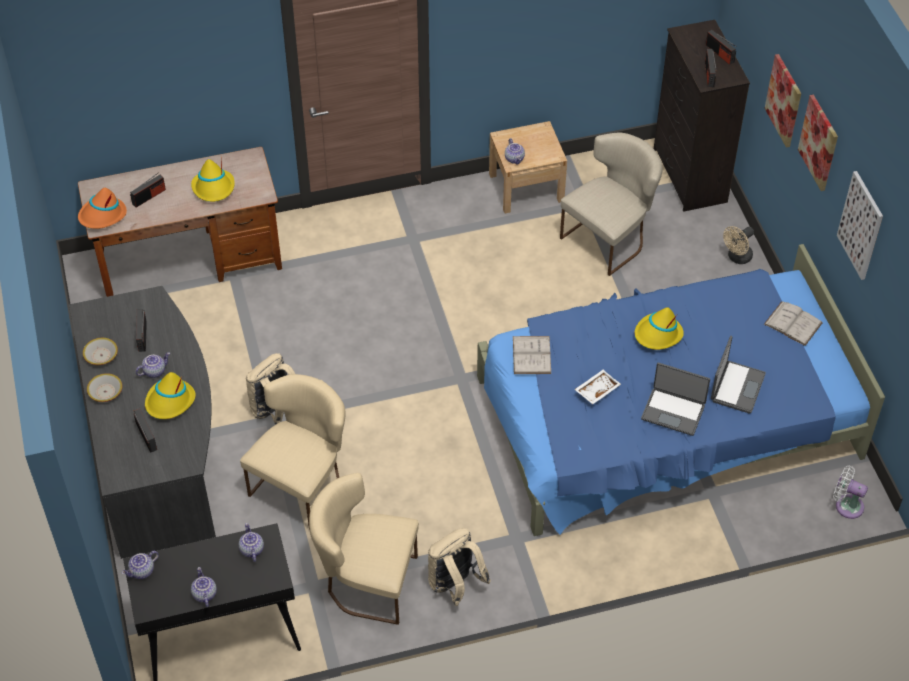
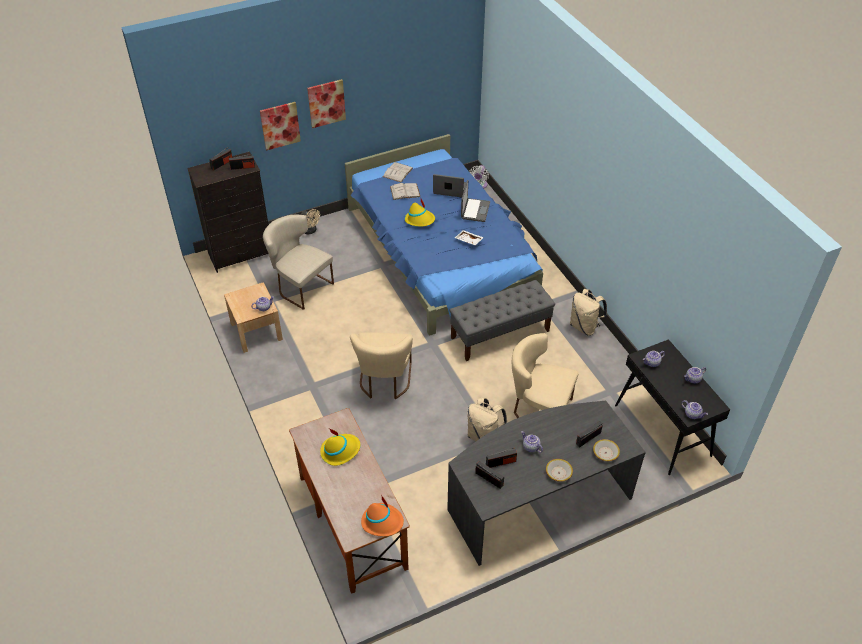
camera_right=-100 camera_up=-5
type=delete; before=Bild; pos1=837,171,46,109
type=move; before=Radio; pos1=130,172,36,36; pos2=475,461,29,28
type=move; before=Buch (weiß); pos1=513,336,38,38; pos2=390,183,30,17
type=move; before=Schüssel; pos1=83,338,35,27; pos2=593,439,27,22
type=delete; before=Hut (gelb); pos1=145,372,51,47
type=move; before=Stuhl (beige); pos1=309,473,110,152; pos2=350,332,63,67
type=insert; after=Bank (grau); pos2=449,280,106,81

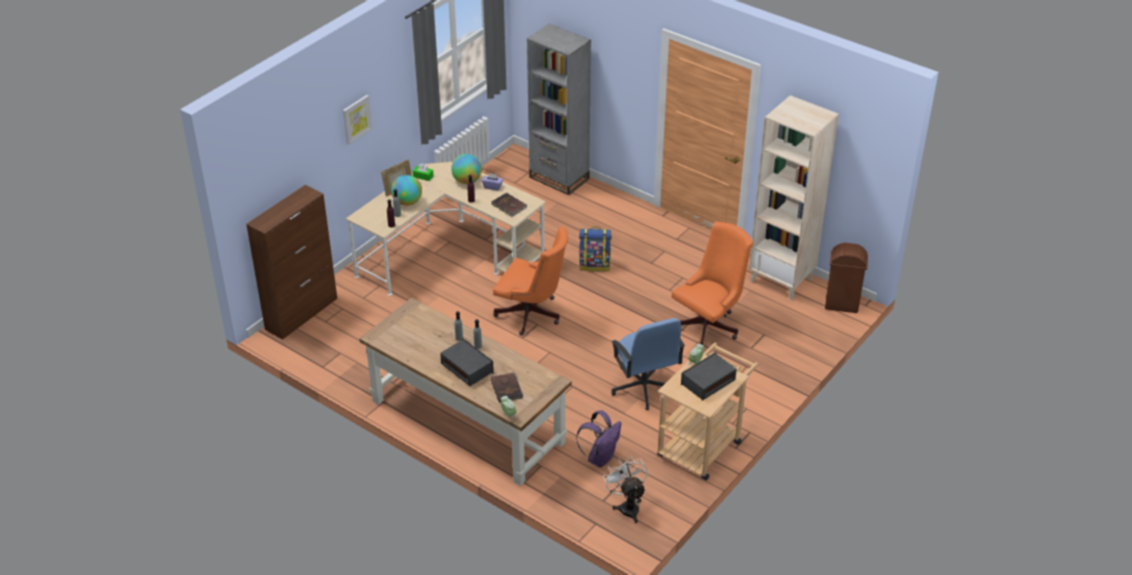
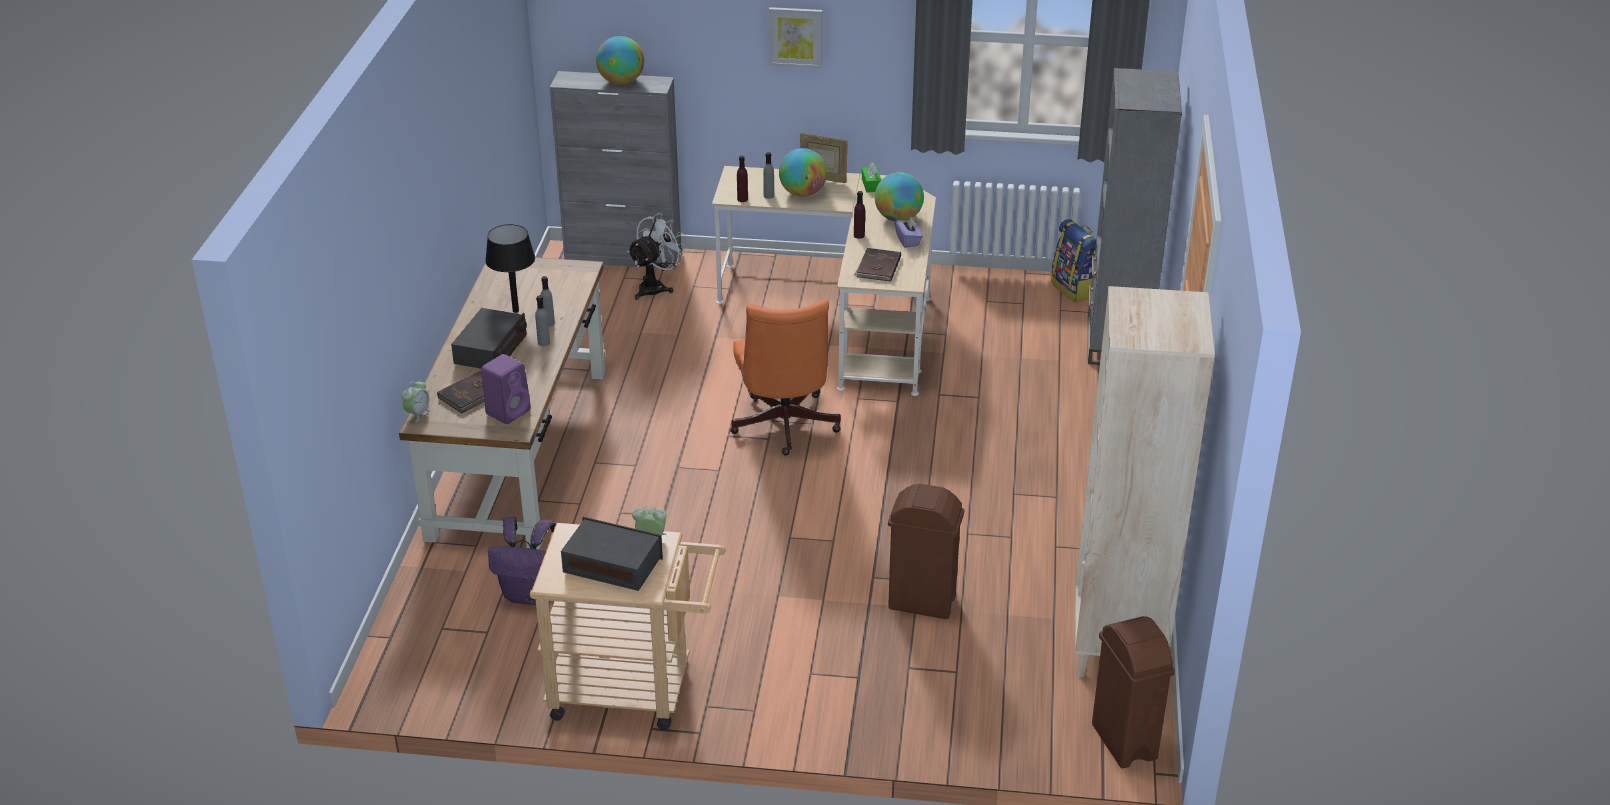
camera_right=60 camera_up=-5
type=recolor; before=Schrank (braun); after=Schrank (grau); pos1=246,185,91,155; pos2=550,71,132,198
type=replace; before=Bürostuhl (orange); after=Mülleimer (braun); pos1=671,222,82,123; pos2=888,484,76,135
type=move; before=Rucksack; pos1=579,226,33,46; pos2=1051,219,45,83
type=delete; before=Bürostuhl (blau); pos1=611,318,74,92
type=move; before=Ventilator (weiß); pos1=603,455,45,68; pos2=627,213,60,87
type=insert; after=Globus; pos2=596,36,48,49
type=insert; after=Tischlampe (schwarz); pos2=485,224,50,89
type=insert; after=Lautsprecher (lila); pos2=481,354,50,70

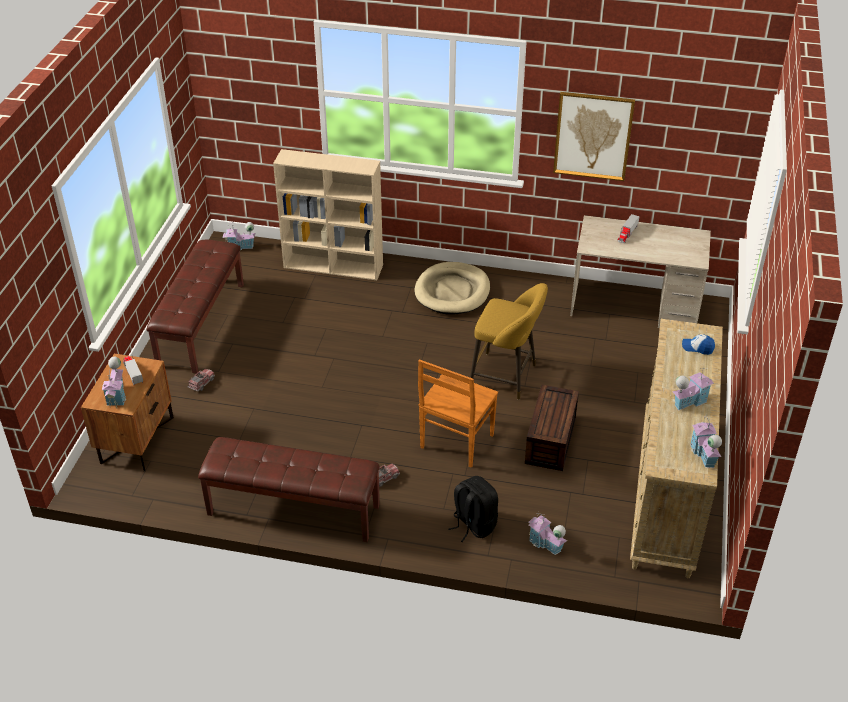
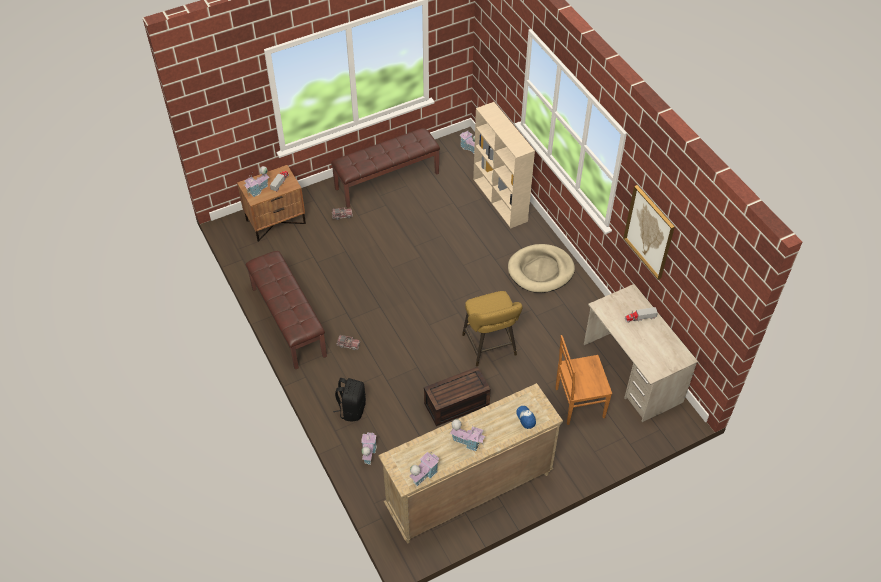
camera_right=50 camera_up=10
type=move; before=Stuhl (braun); pos1=418,360,80,108; pos2=555,335,58,90

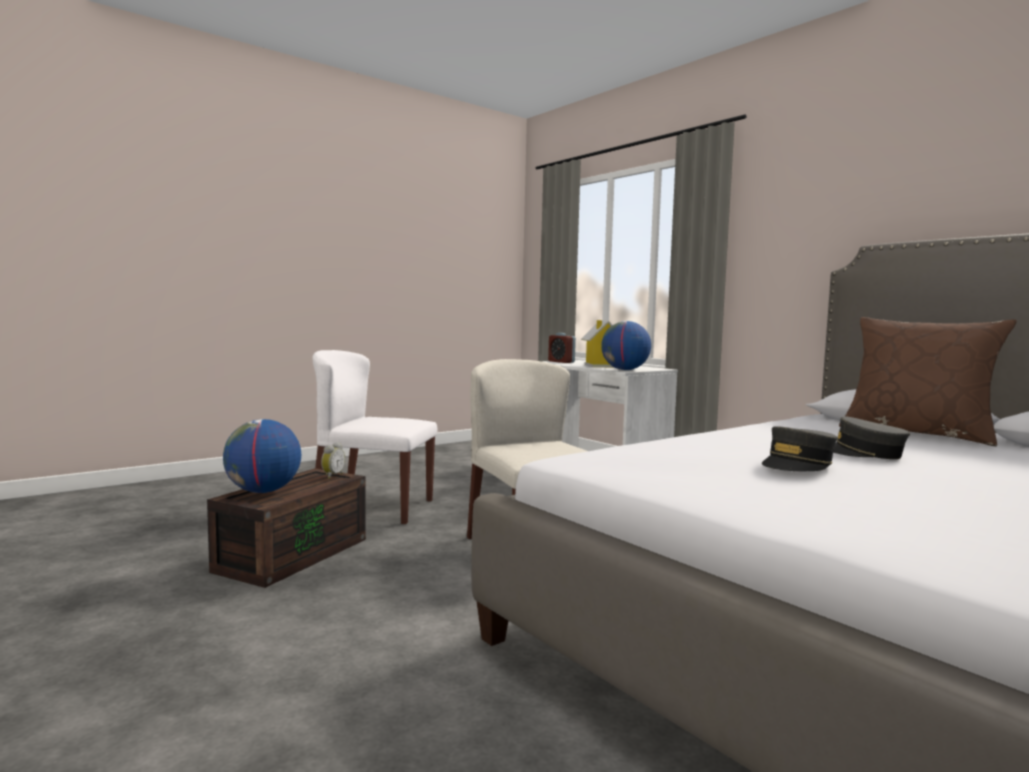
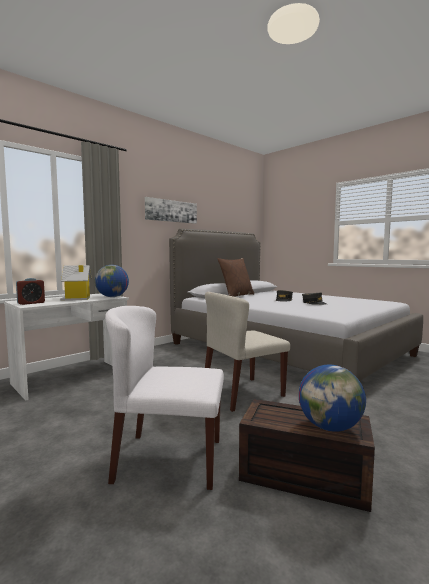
camera_right=-95 camera_up=0
type=rotate; before=Stuhl (weiß); pos1=312,350,125,174; pos2=105,306,119,184; turn=90
type=delete; before=Wecker; pos1=321,442,24,37
type=insert; after=Bild; pos2=145,197,52,27

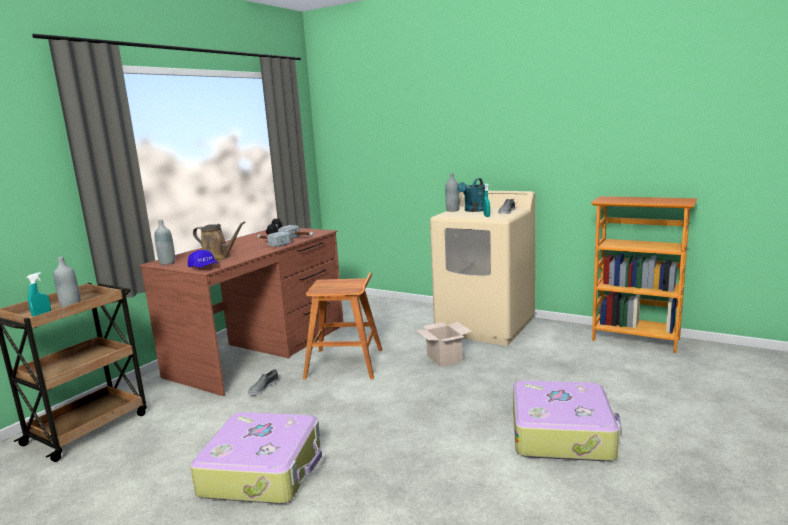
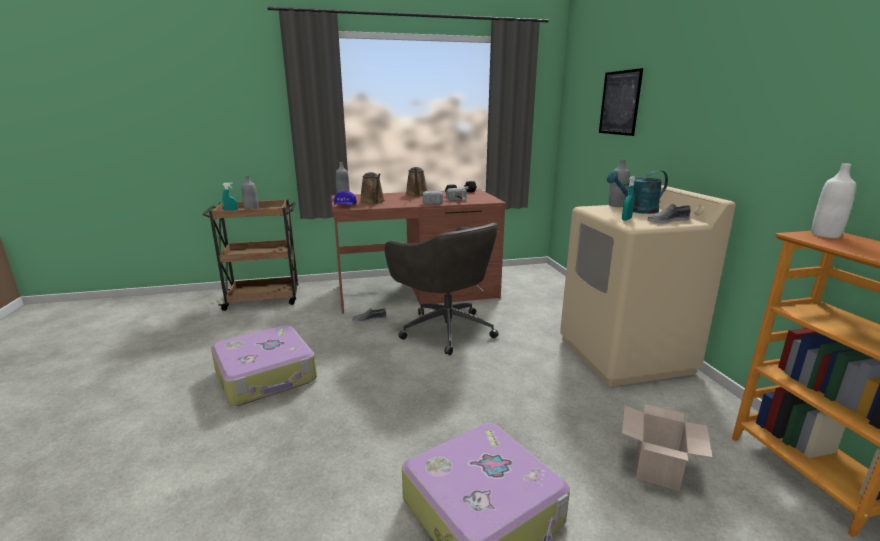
camera_right=45 camera_up=5
type=replace; before=Hocker (braun); after=Bürostuhl (grau); pos1=303,273,79,107; pos2=385,223,114,132
type=move; before=Karton; pos1=416,322,56,45; pos2=622,404,90,87
type=insert; after=Bild; pos2=599,68,44,68
type=insert; after=Flasche (weiß); pos2=811,163,45,75
type=insert; after=Gießkanne (braun); pos2=405,167,22,29

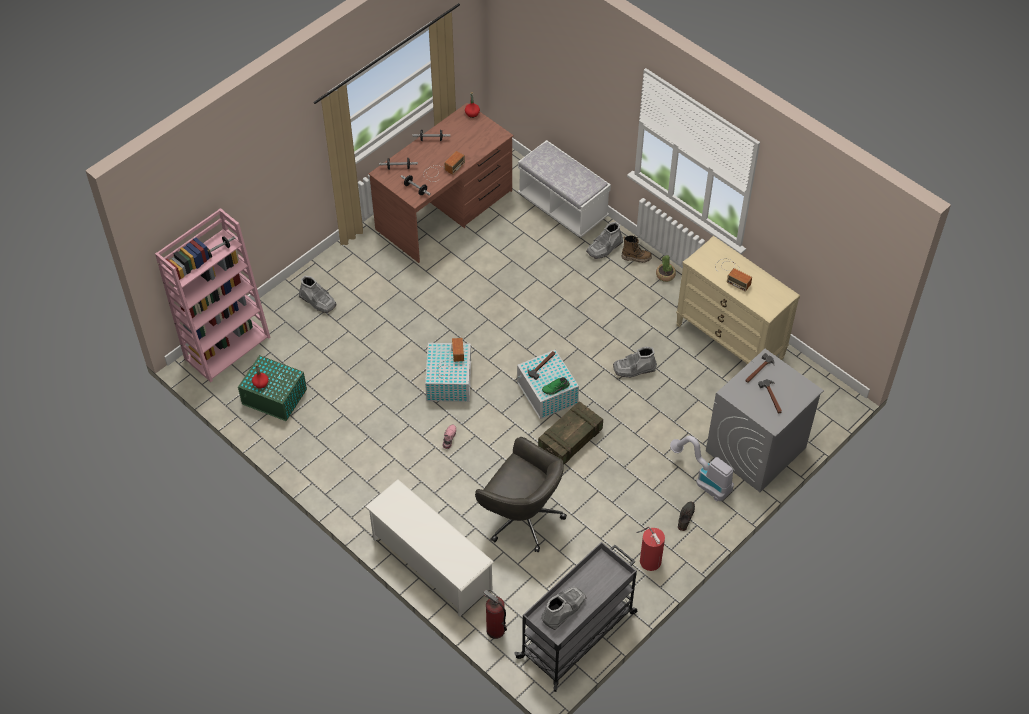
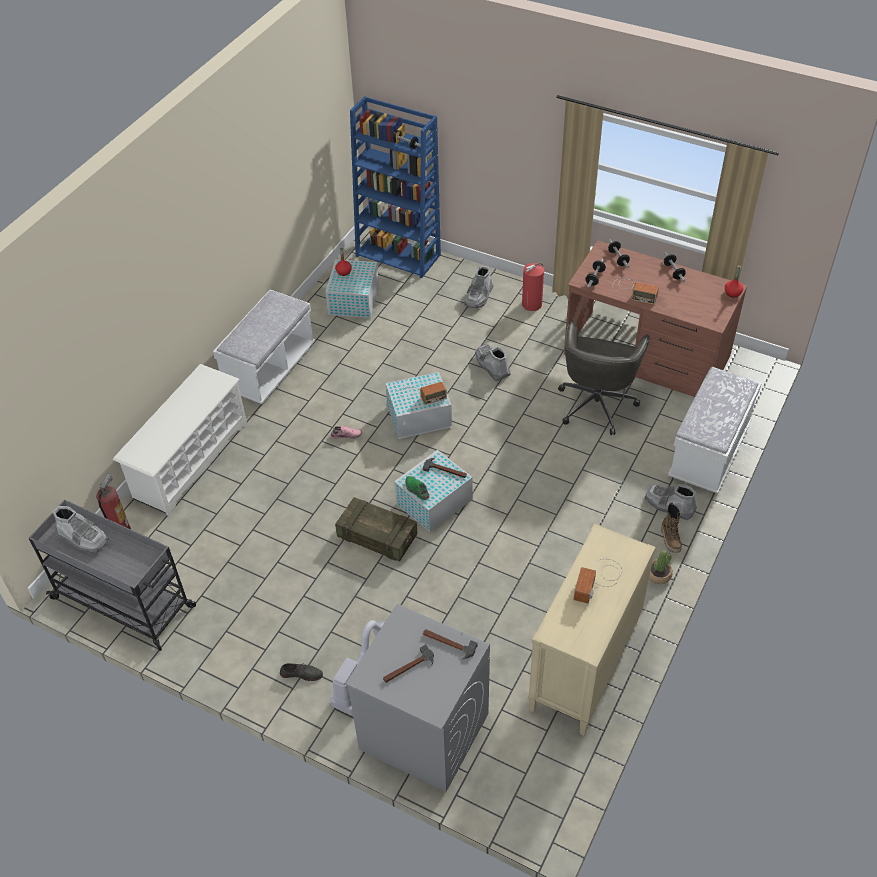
camera_right=75 camera_up=-5
type=recolor; before=Bücherregal (rosa); after=Bücherregal (blau); pos1=155,208,115,174; pos2=350,96,91,182
type=move; before=Stiefel (grau); pos1=613,346,44,31; pos2=475,344,36,37
type=recolor; before=Aufbewahrungsbox (grün); after=Aufbewahrungsbox (weiß); pos1=238,355,69,66; pos2=325,259,54,59
type=move; before=Bürostuhl (grau); pos1=475,437,92,116; pos2=558,321,92,114
type=move; before=Feuerlöscher; pos1=636,527,29,44; pos2=522,263,22,48
type=insert; after=Bank (weiß); pos2=213,290,102,114

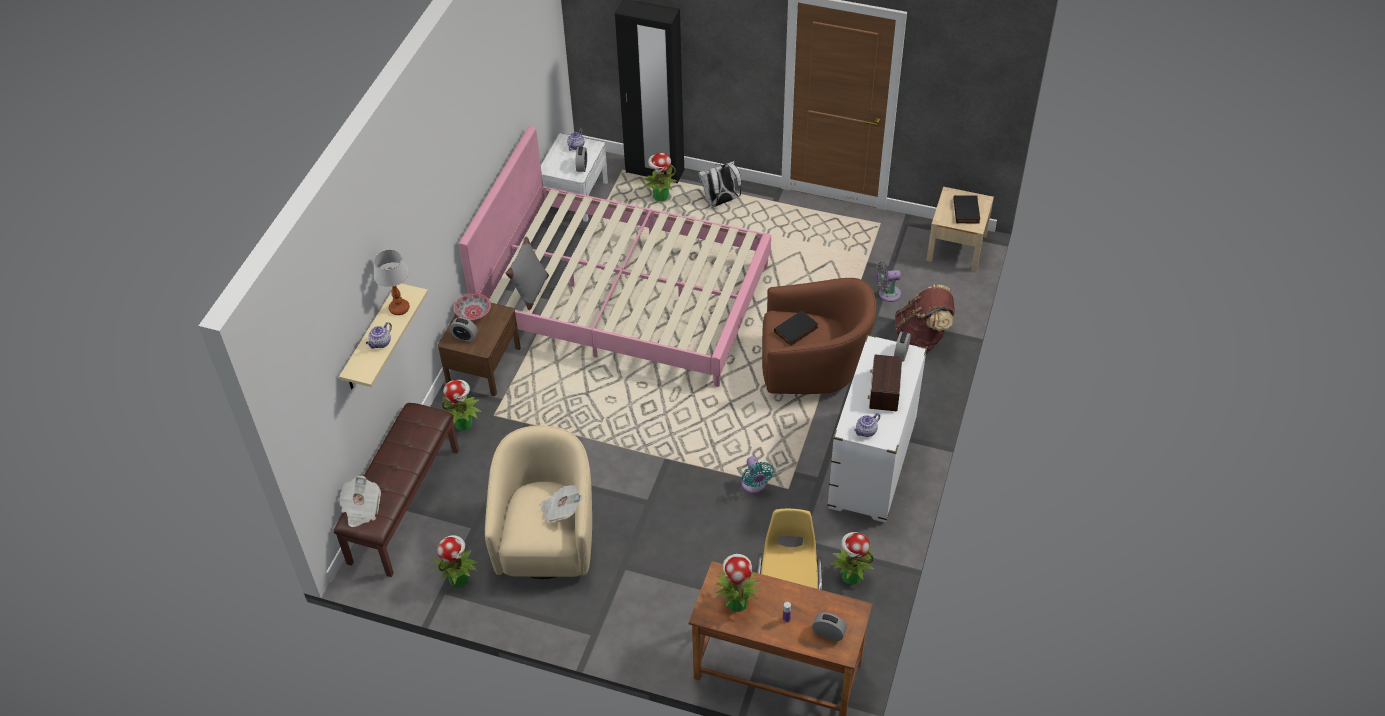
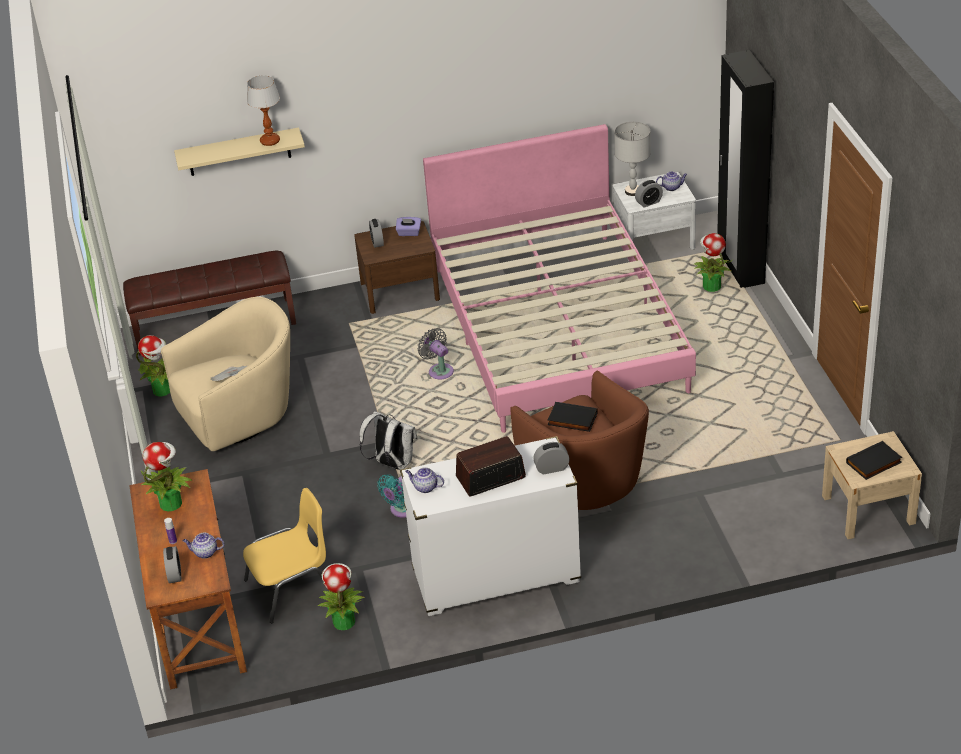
camera_right=60 camera_up=-10
type=move; before=Rucksack (weiß); pos1=698,161,43,46; pos2=359,411,58,59
type=delete; before=Kissen (grau); pos1=505,237,44,73
type=move; before=Ventilator (grau); pos1=876,262,25,40; pos2=417,328,37,51
type=delete; before=Rucksack (braun); pos1=895,284,60,67
type=replace; before=Schüssel; after=Taschentuchbox (lila); pos1=454,293,37,27; pos2=396,217,25,19
type=move; before=Teekanne; pos1=366,322,26,27; pos2=183,533,41,26
type=delete; before=Topfpflanze; pos1=442,380,39,51
type=delete; before=Zeitung; pos1=339,476,42,51
type=insert; after=Tischlampe (grau); pos2=614,122,37,74

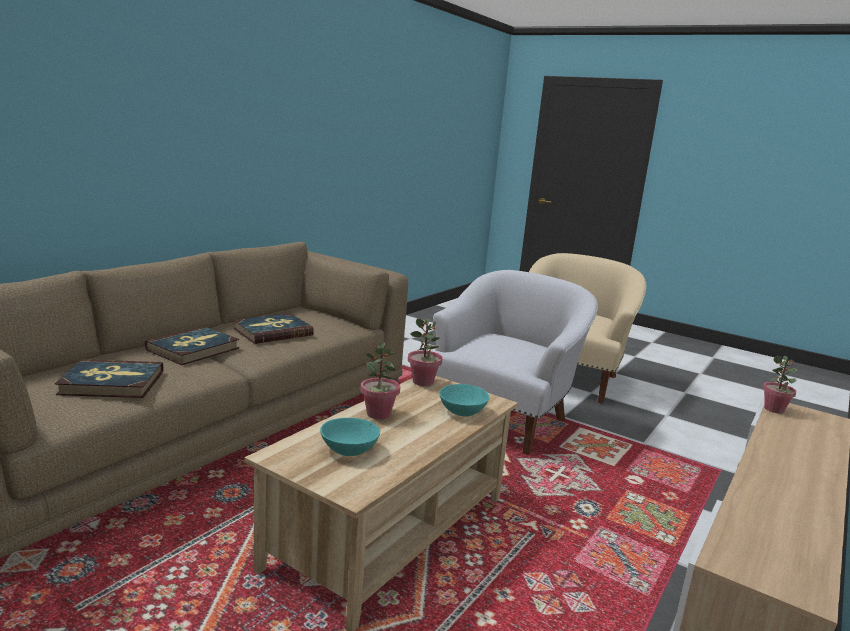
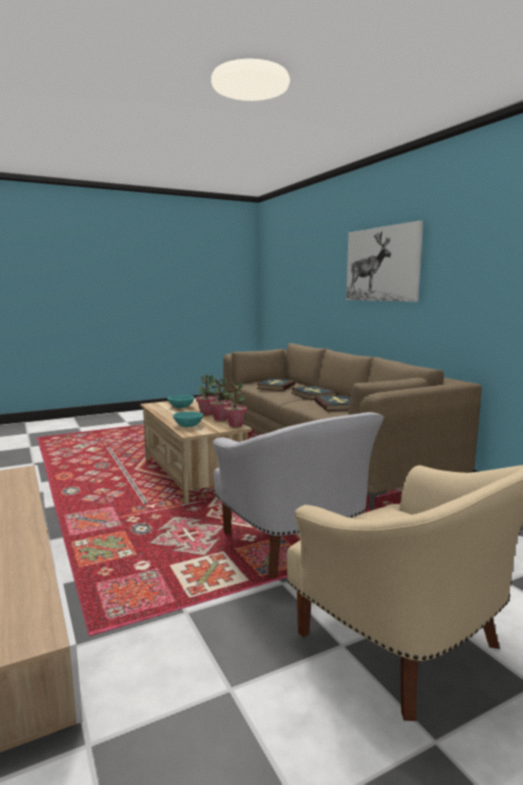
camera_right=120 camera_up=-5
type=move; before=Topfpflanze; pos1=762,356,35,58; pos2=209,378,22,43
type=insert; after=Bild; pos2=346,220,77,82

